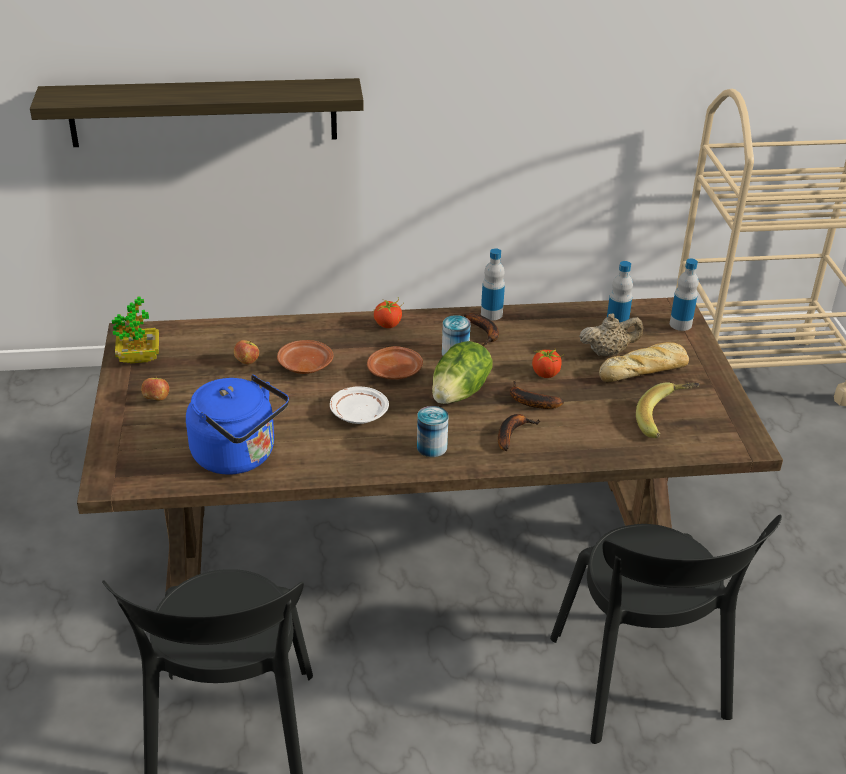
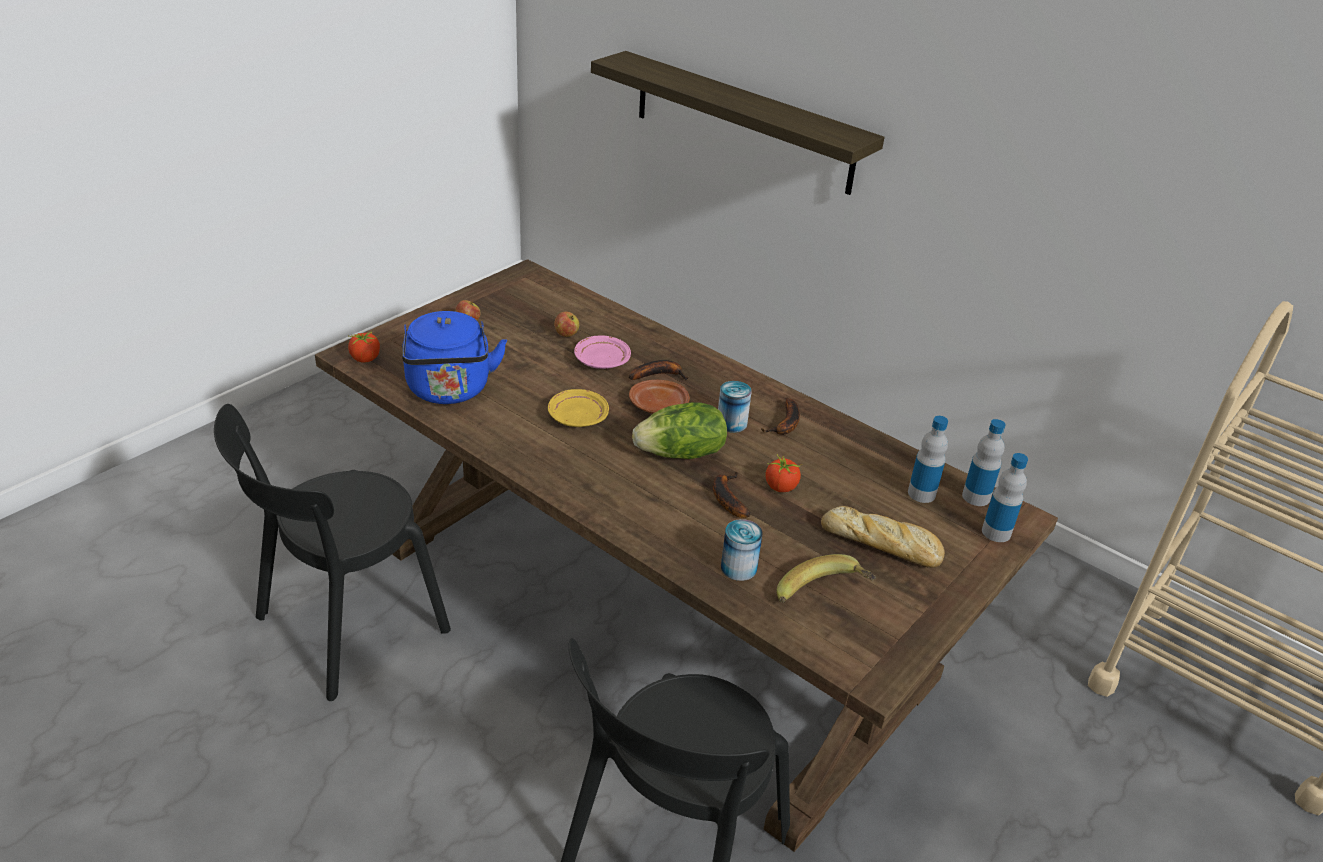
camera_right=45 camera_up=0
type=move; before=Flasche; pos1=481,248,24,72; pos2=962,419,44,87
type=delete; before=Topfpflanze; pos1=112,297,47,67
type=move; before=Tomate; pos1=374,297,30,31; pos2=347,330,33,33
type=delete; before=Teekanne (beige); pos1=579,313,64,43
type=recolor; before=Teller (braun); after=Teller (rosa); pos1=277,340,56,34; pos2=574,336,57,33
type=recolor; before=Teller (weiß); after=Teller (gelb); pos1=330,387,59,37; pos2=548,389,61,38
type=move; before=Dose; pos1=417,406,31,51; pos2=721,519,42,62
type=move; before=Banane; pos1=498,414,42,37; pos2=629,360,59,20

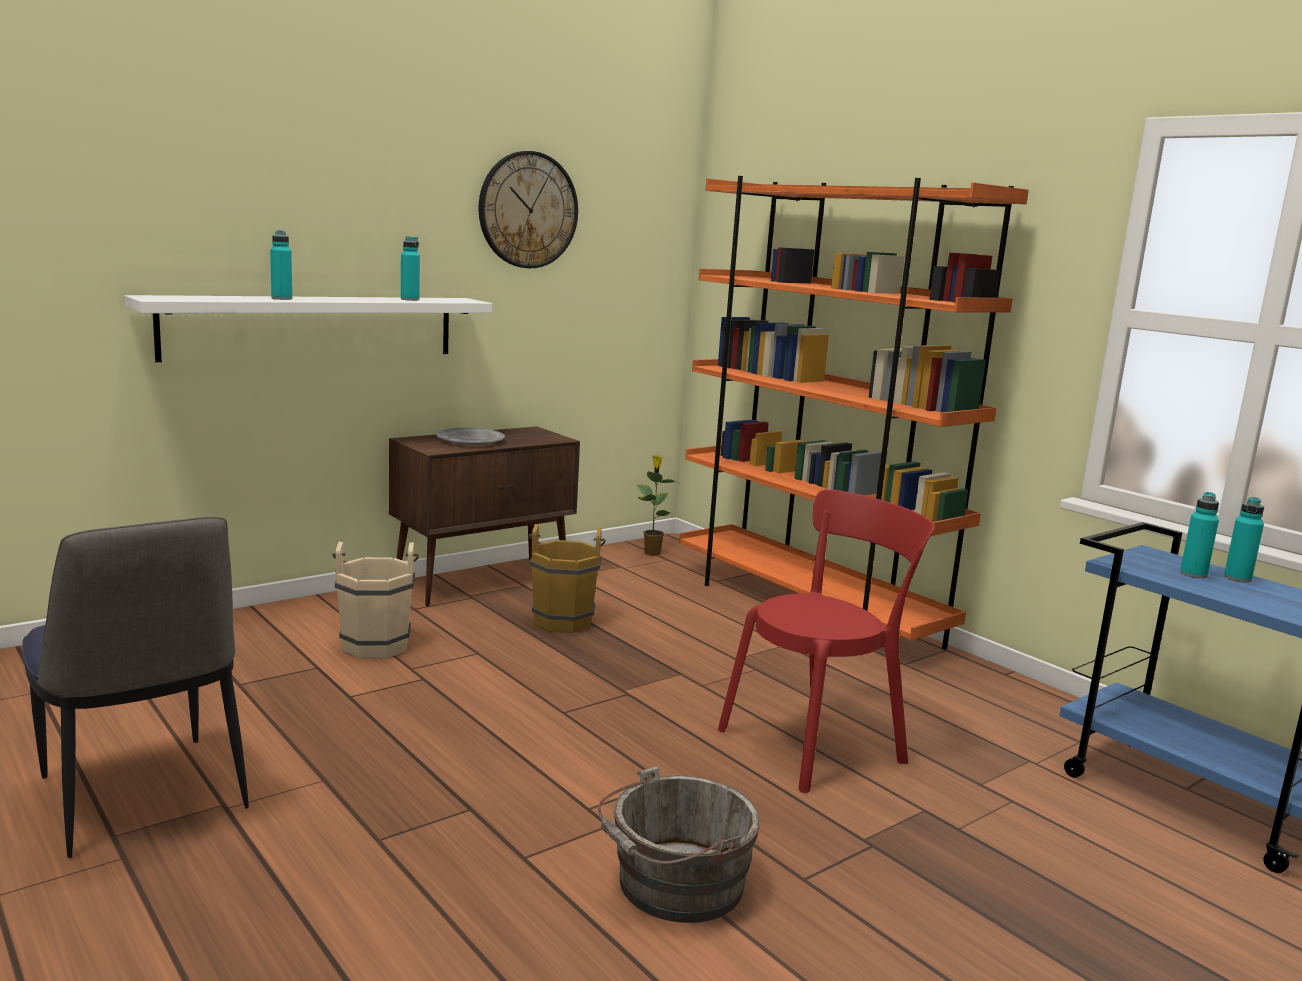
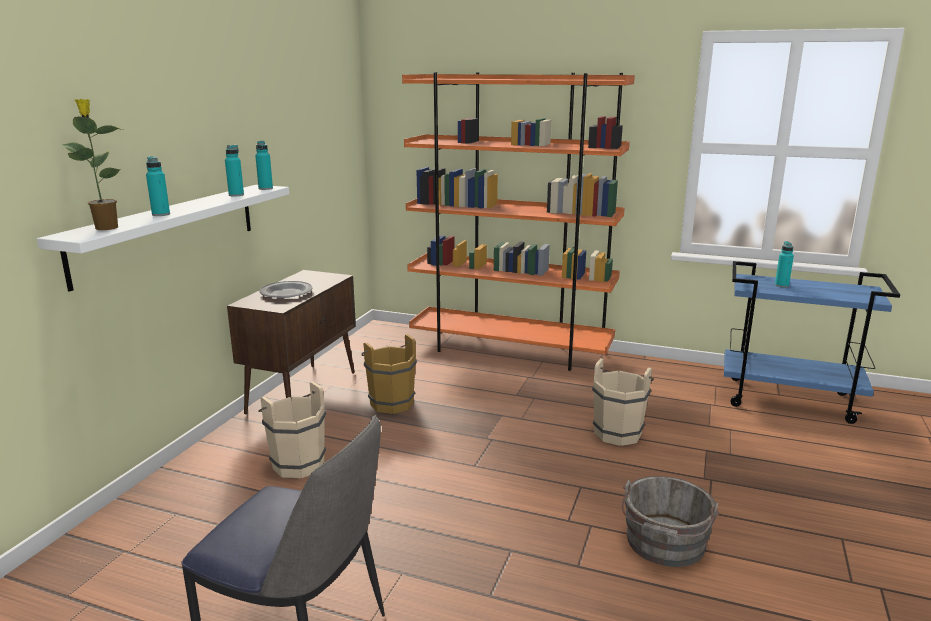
camera_right=-30 camera_up=5
type=delete; before=Wanduhr; pos1=479,151,99,117
type=move; before=Topfpflanze; pos1=637,455,42,101; pos2=63,99,60,131
type=replace; before=Stuhl (rot); after=Eimer (beige); pos1=718,489,217,304; pos2=592,358,62,88
type=move; before=Flasche (türkis); pos1=1224,497,40,85; pos2=255,141,18,49

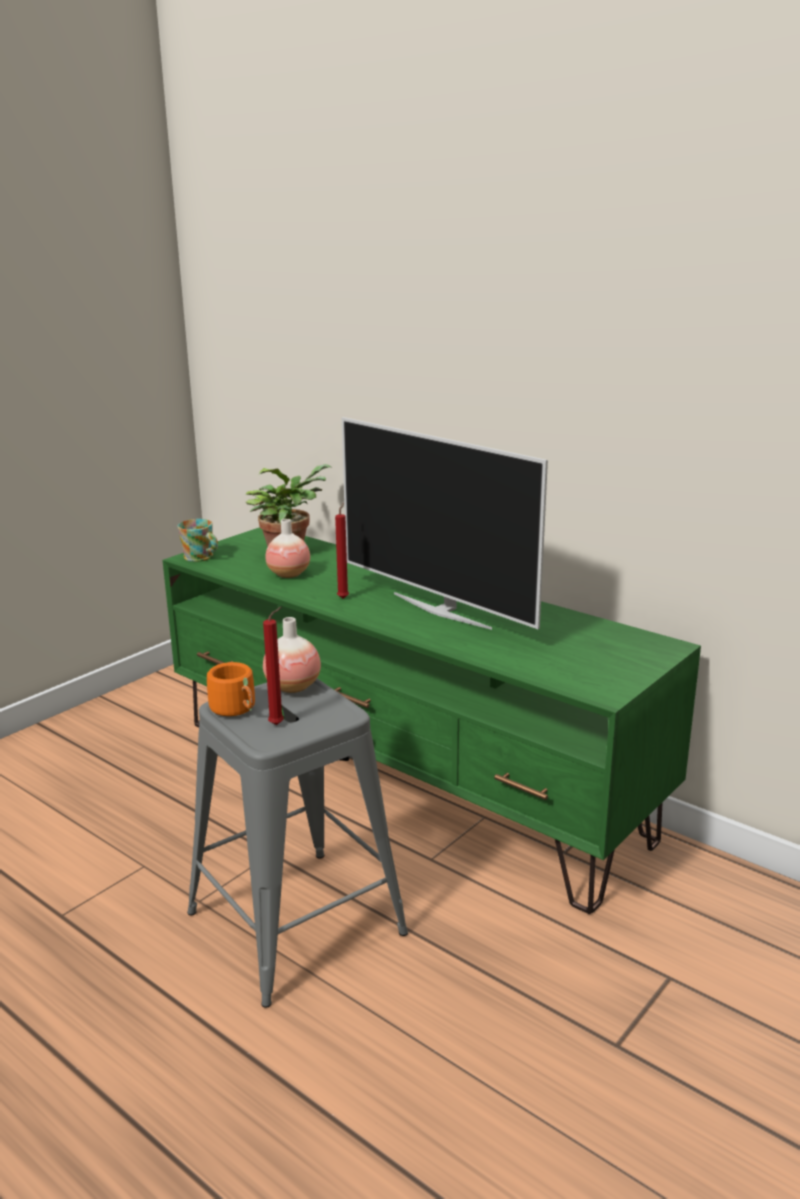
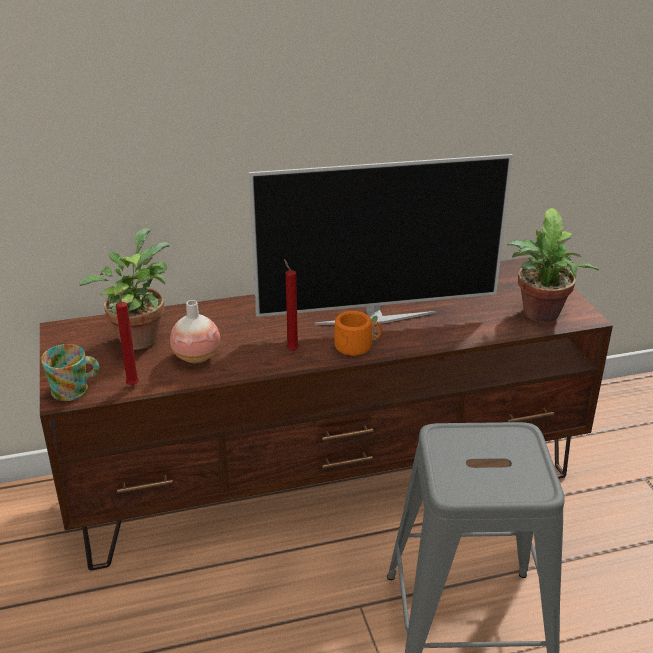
camera_right=-55 camera_up=10
type=recolor; before=Fernsehschrank (grün); after=Fernsehschrank (braun); pos1=162,527,539,387; pos2=40,257,573,314
type=move; before=Kerze (rot); pos1=263,607,21,118; pos2=116,289,23,97
type=delete; before=Vase; pos1=263,617,58,76
type=move; before=Henkelbecher (orange); pos1=207,662,48,54; pos2=330,311,53,45
type=insert; after=Topfpflanze; pos2=508,208,91,114

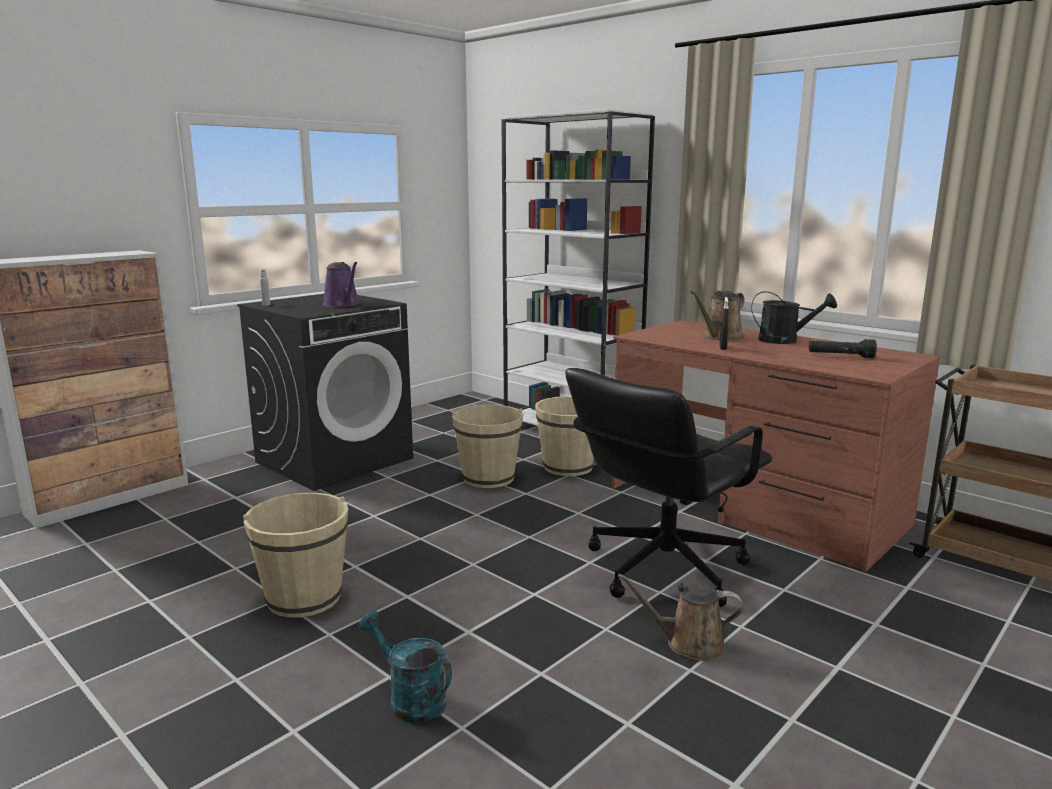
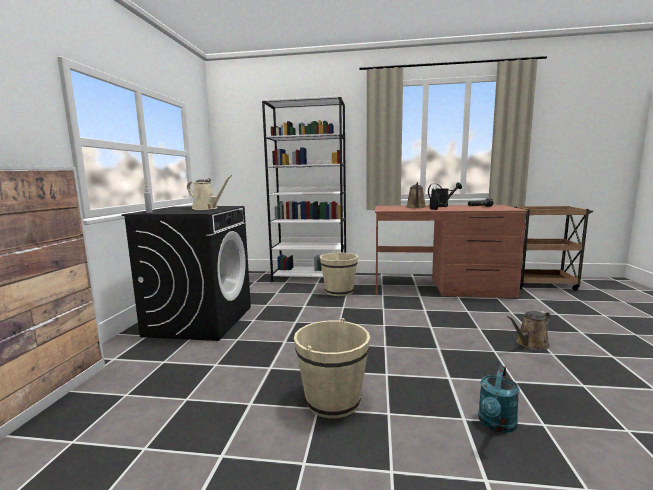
camera_right=-35 camera_up=-5
type=recolor; before=Gießkanne (lila); after=Gießkanne (beige); pos1=323,262,36,45; pos2=187,175,45,35
type=delete; before=Bürostuhl (schwarz); pos1=565,368,207,239
type=delete; before=Eimer (beige); pos1=452,405,71,83
type=rotate; before=Gießkanne (türkis); pos1=358,611,94,112; pos2=478,365,42,68; turn=-60

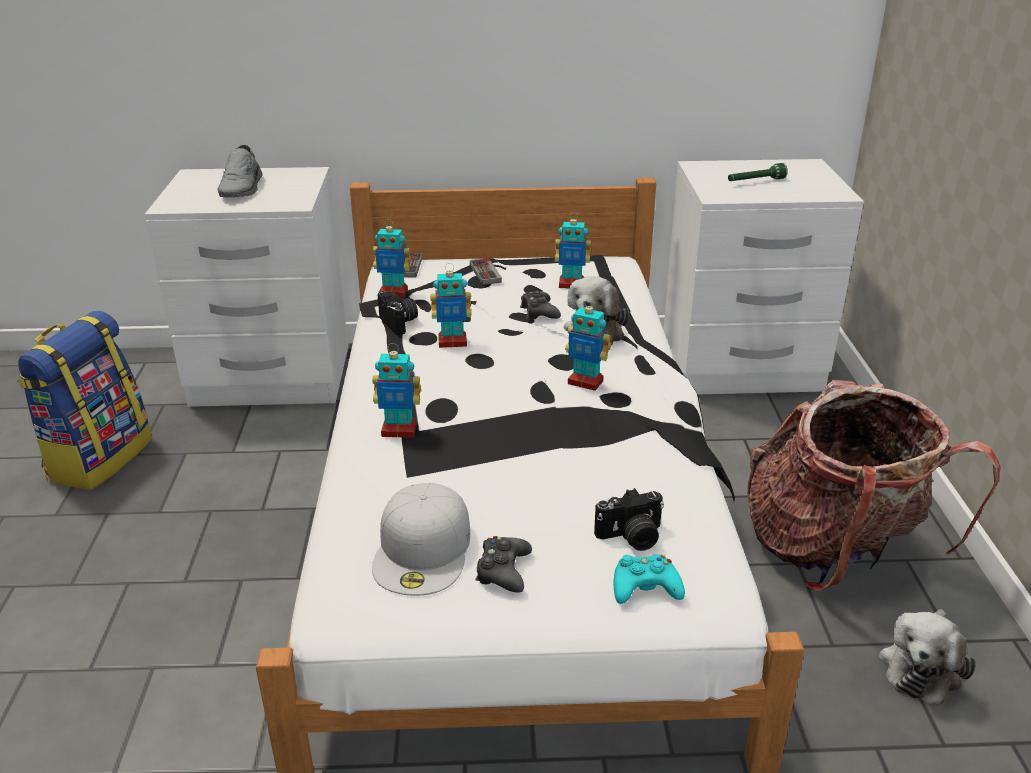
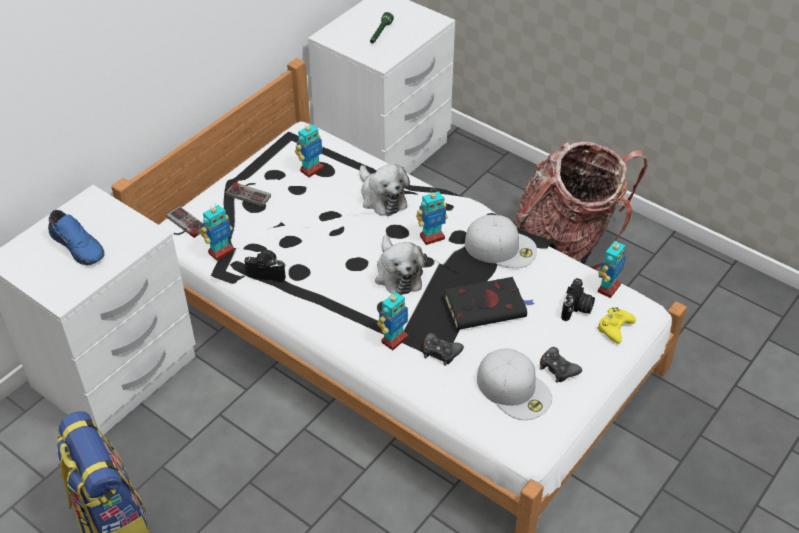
camera_right=-50 camera_up=15
type=recolor; before=Schuh (grau); after=Schuh (blau); pos1=218,145,45,53; pos2=48,210,56,55
type=move; before=Spielzeugroboter; pos1=430,263,41,85; pos2=598,240,28,58
type=move; before=Gamepad (schwarz); pos1=520,291,41,29; pos2=423,333,41,33
type=recolor; before=Gamepad (türkis); after=Gamepad (gelb); pos1=614,554,71,50; pos2=597,307,39,37
type=move; before=Plüschtier; pos1=879,609,97,97; pos2=375,235,53,60
type=insert; after=Kappe (weiß); pos2=465,215,72,53
type=insert; after=Buch (schwarz); pos2=444,277,91,53

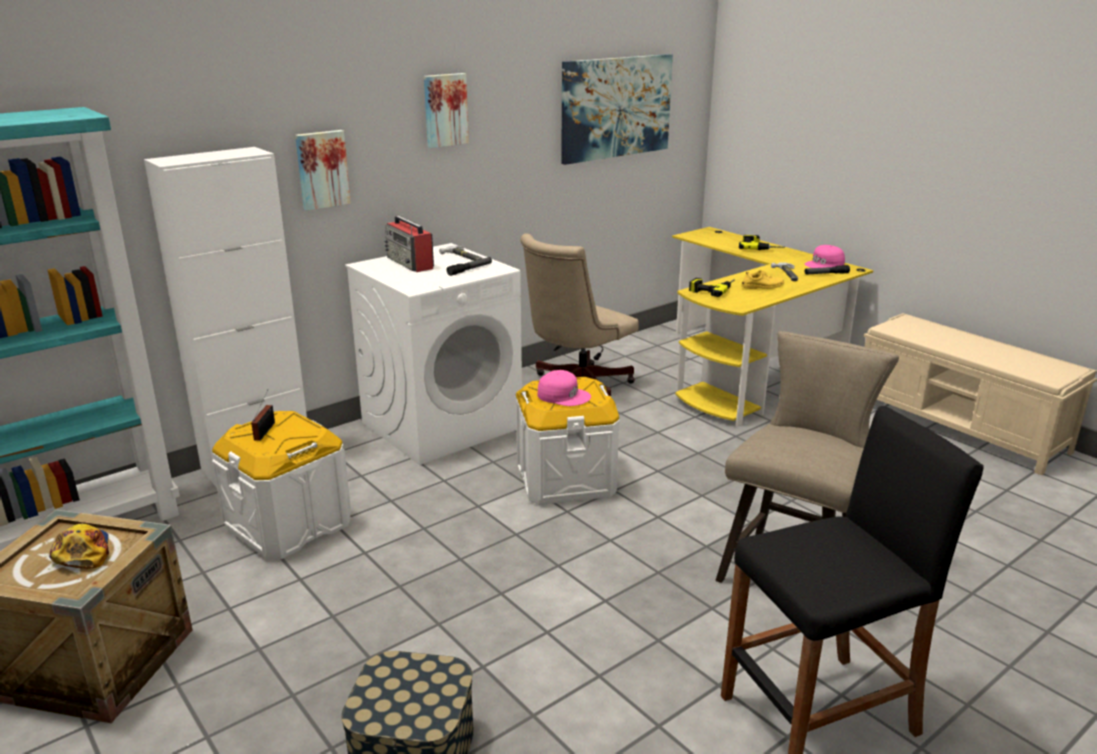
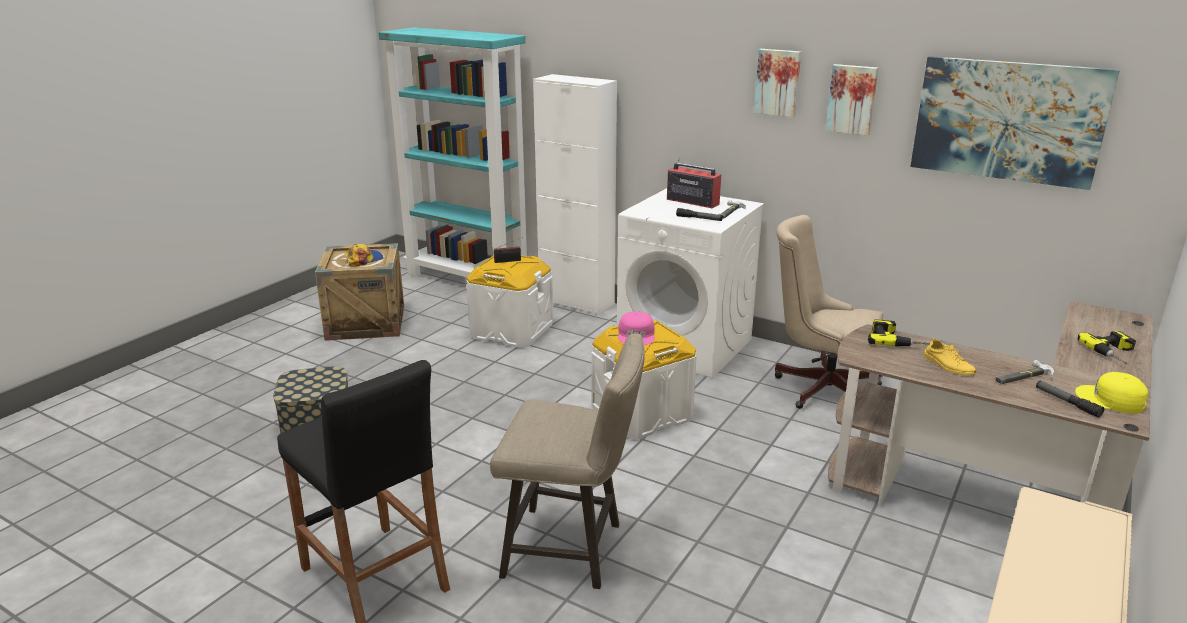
camera_right=70 camera_up=0
type=move; before=Bild; pos1=295,130,56,81; pos2=825,64,53,72
type=rotate; before=Radio; pos1=385,216,49,56; pos2=667,158,54,50; turn=90
type=recolor; before=Schreibtisch (gelb); after=Schreibtisch (braun); pos1=672,227,201,199; pos2=828,301,325,210
type=recolor; before=Kappe (rosa); after=Kappe (gelb); pos1=805,245,40,23; pos2=1075,372,73,42

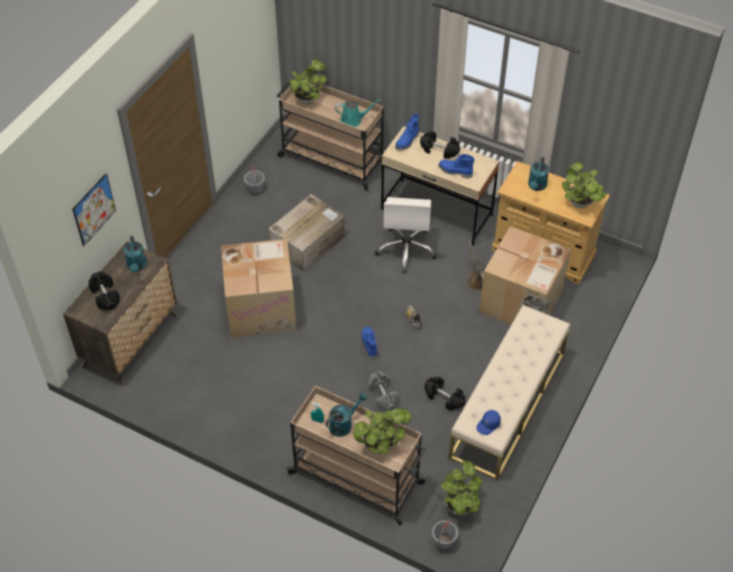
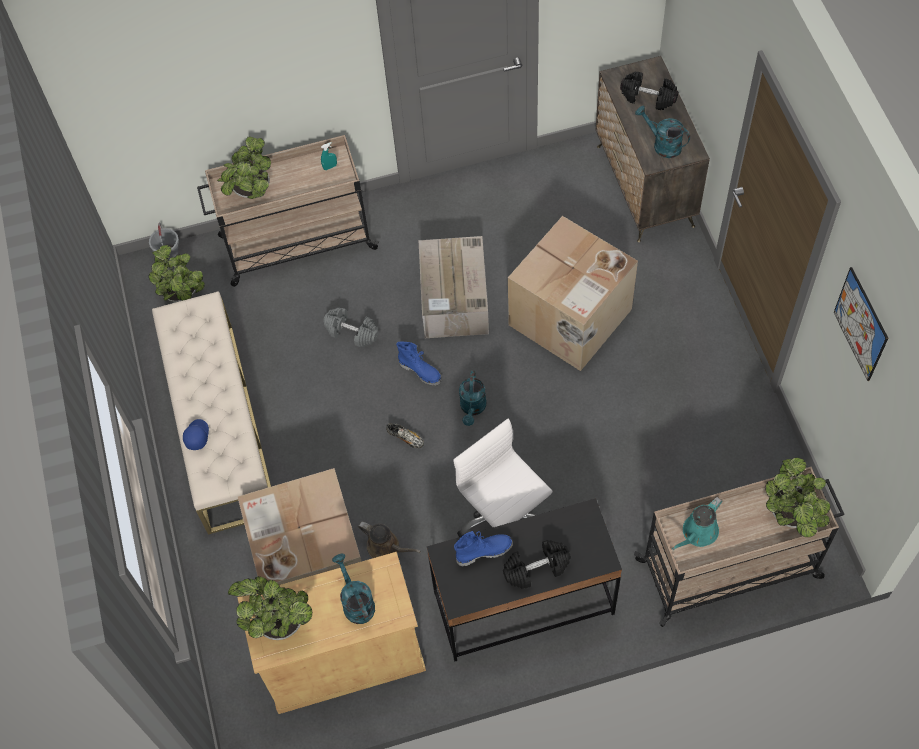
camera_right=140 camera_up=10
type=delete; before=Stiefel (blau); pos1=395,113,24,37
type=recolor; before=Schreibtisch (beige); after=Schreibtisch (schwarz); pos1=381,126,118,120; pos2=427,498,195,164
type=delete; before=Eimer (grau); pos1=244,165,21,30
type=move; before=Bild; pos1=72,173,44,73; pos2=834,267,54,114
type=move; before=Karton; pos1=269,194,76,78; pos2=418,236,71,102
type=delete; before=Hantel (schwarz); pos1=424,377,41,33
type=move; before=Gießkanne (türkis); pos1=326,393,41,44; pos2=459,370,28,56
type=move; before=Kappe (blau); pos1=476,410,25,25; pos2=183,419,26,31

